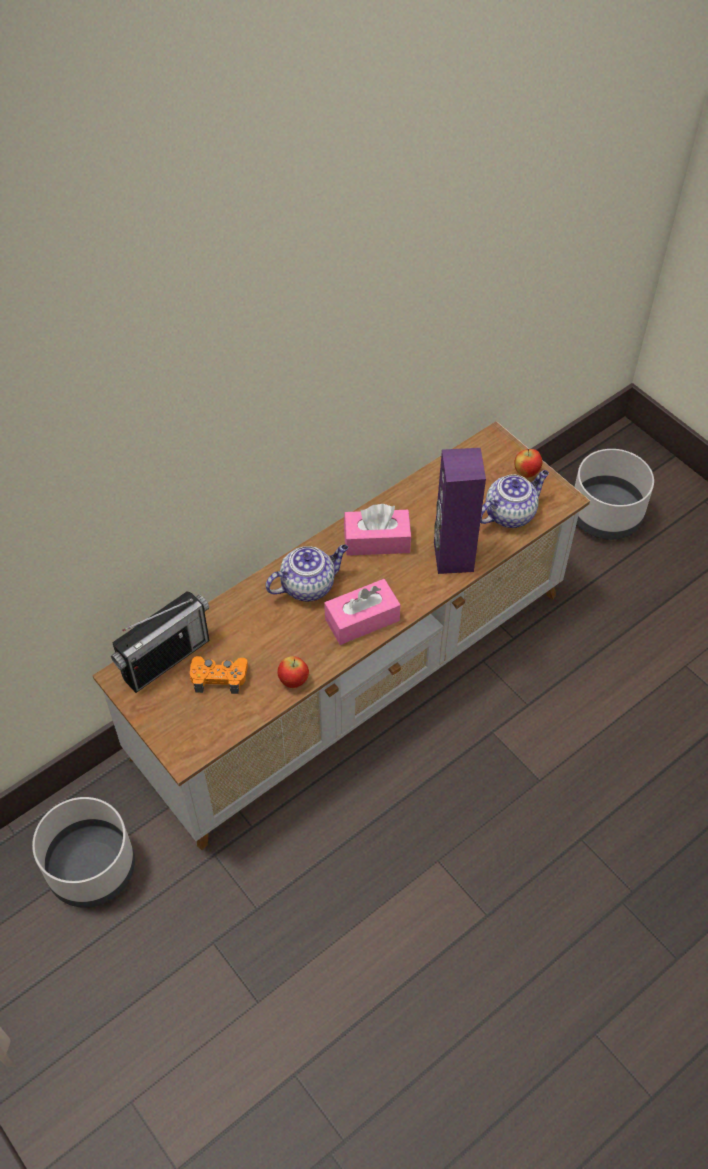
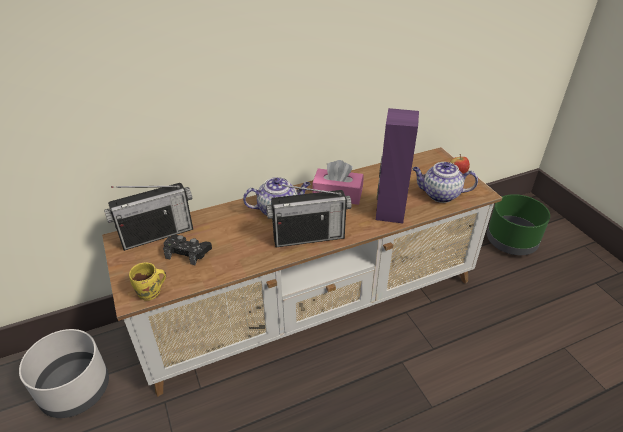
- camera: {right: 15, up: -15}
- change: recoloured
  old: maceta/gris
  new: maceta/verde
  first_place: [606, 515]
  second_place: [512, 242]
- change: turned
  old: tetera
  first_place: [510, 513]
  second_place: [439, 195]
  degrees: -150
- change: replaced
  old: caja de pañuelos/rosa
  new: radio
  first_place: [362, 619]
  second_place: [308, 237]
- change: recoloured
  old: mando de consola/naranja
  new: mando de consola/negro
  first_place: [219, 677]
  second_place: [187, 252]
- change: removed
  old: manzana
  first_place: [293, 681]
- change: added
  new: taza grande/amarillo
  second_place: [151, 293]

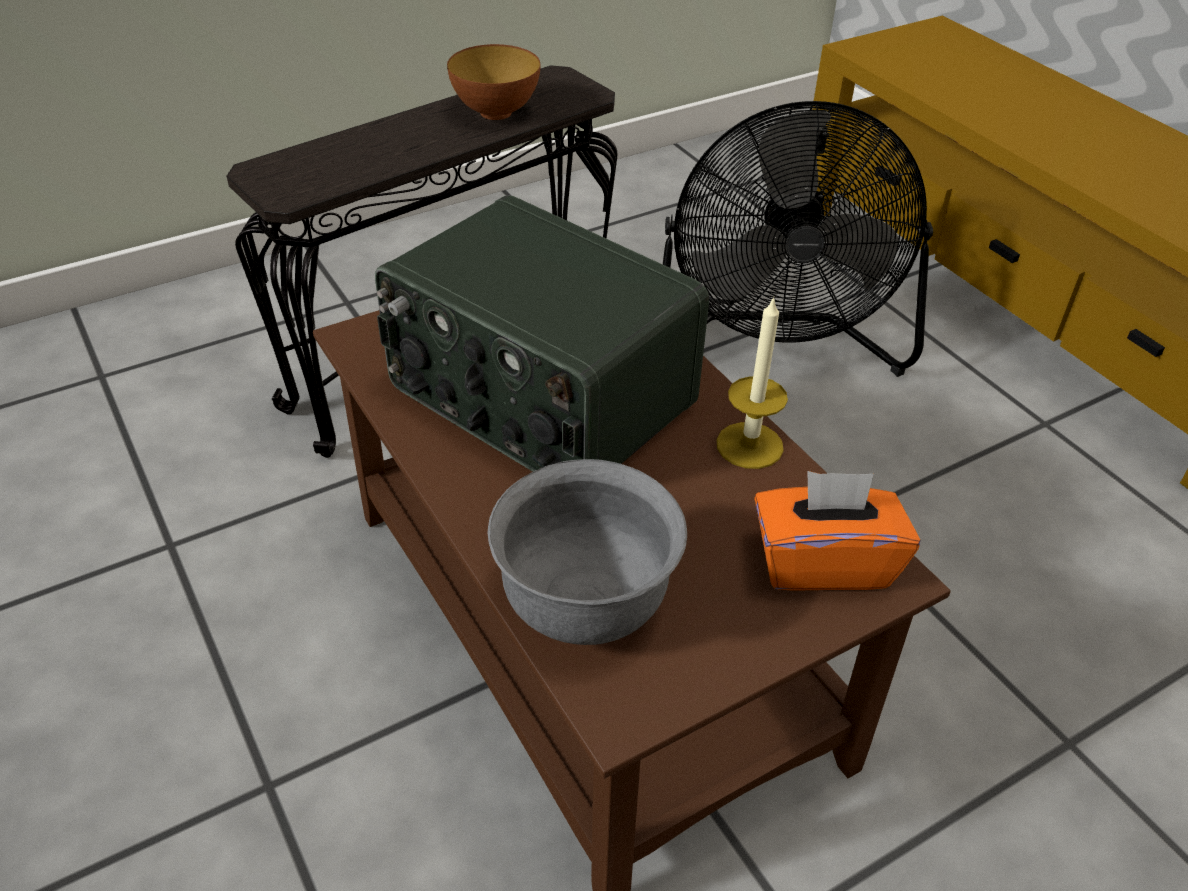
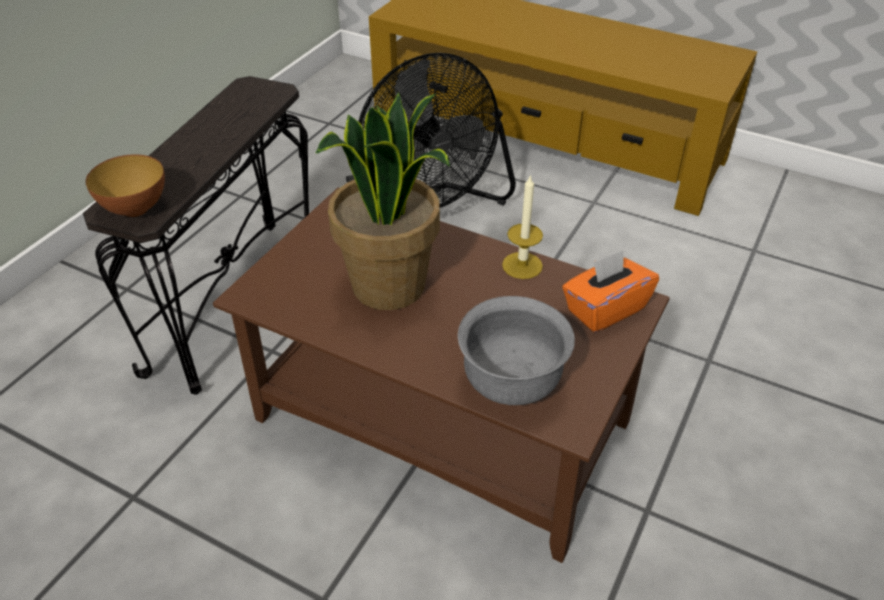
- camera: {right: -30, up: 0}
- change: moved
  old: cuenco
  first_place: [496, 112]
  second_place: [135, 209]
- change: replaced
  old: radio
  new: planta en maceta
  first_place: [538, 399]
  second_place: [390, 287]

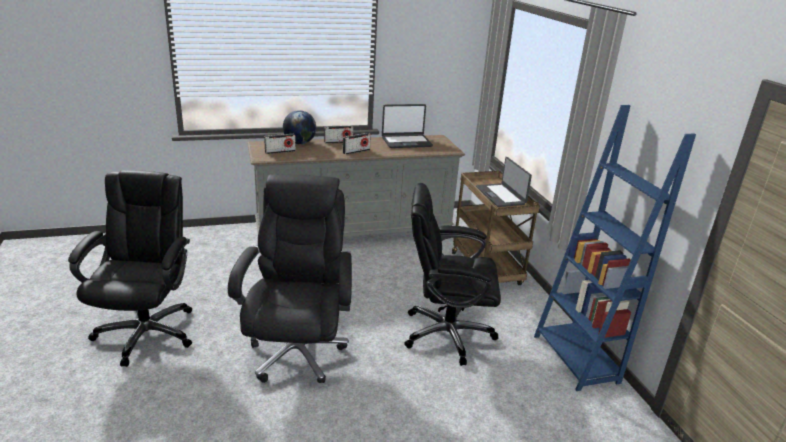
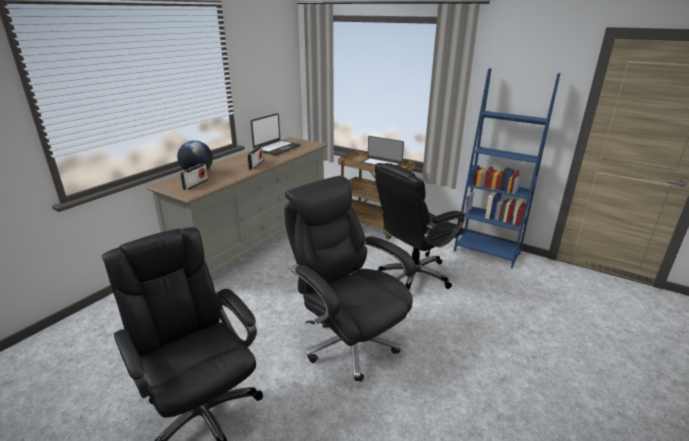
- camera: {right: -40, up: 0}
- change: removed
  old: radio
  first_place: [338, 142]

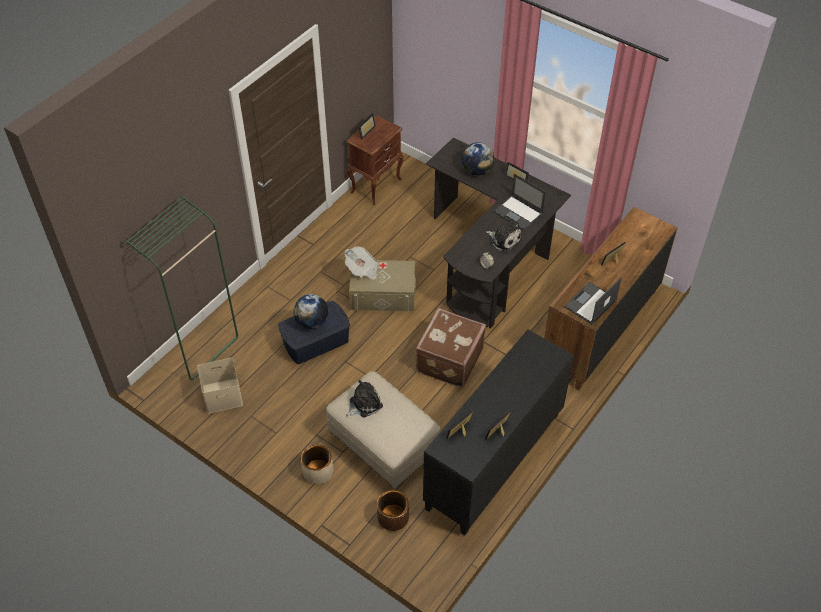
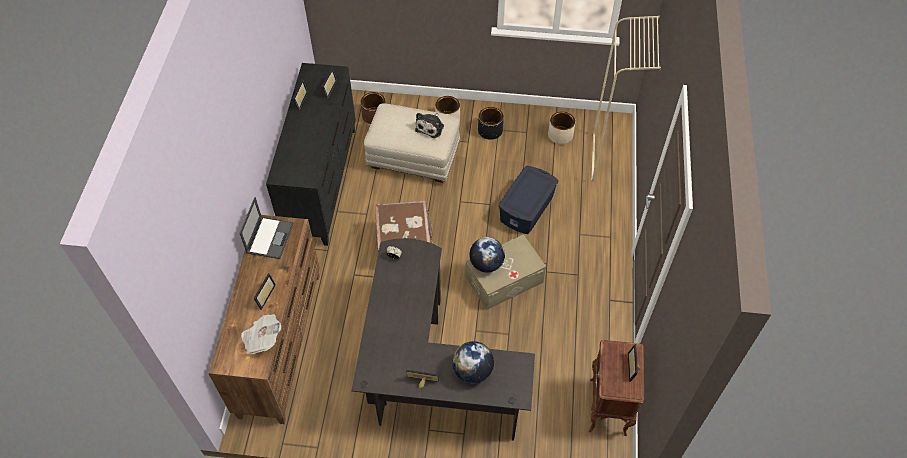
- camera: {right: 150, up: 5}
- change: removed
  old: portátil
  first_place: [518, 213]
- change: recoloured
  old: perchero/verde
  new: perchero/beis
  first_place: [201, 349]
  second_place: [609, 160]
- change: removed
  old: peluche
  first_place: [504, 240]
- change: moved
  old: periódico
  first_place: [362, 270]
  second_place: [262, 339]
- change: moved
  old: globo terráqueo
  first_place: [312, 322]
  second_place: [486, 264]
- change: replaced
  old: caja de almacenaje/beis
  new: maceta/beis
  first_place: [222, 396]
  second_place: [560, 135]
- change: added
  new: maceta/negro
  second_place: [490, 131]

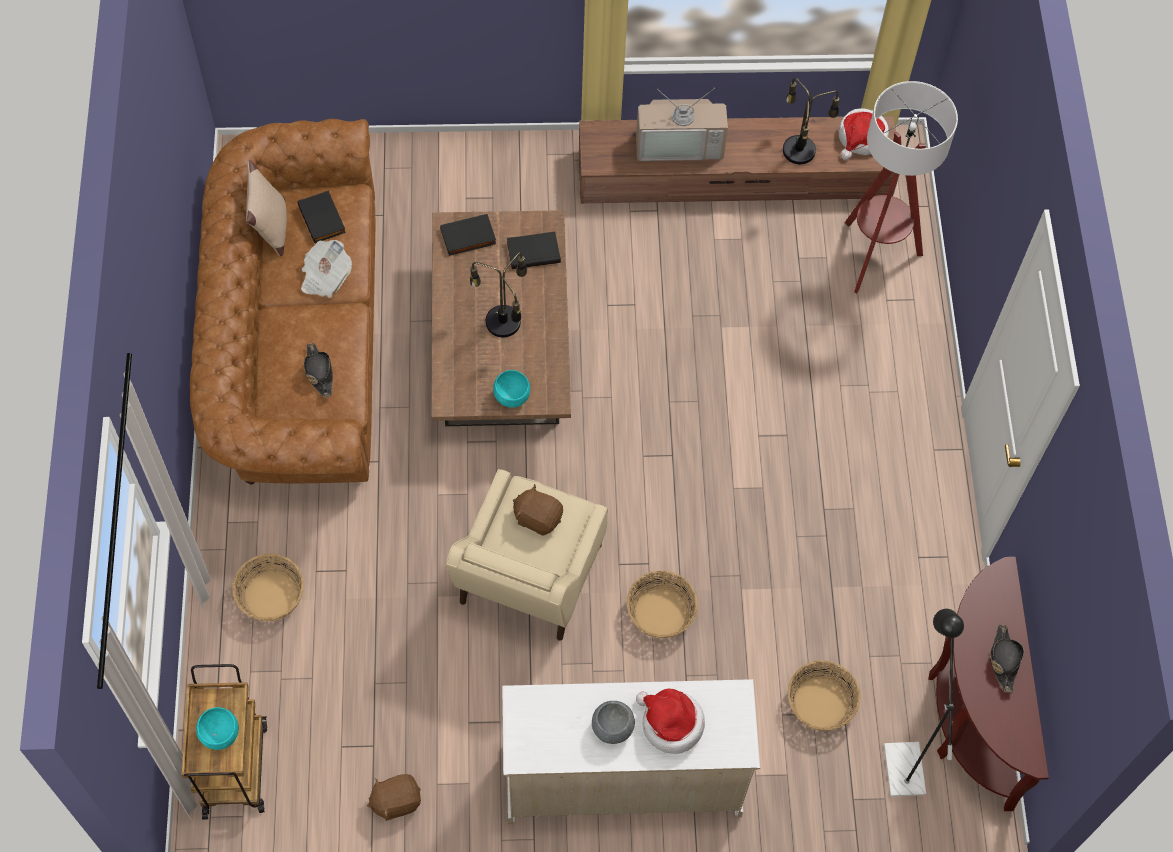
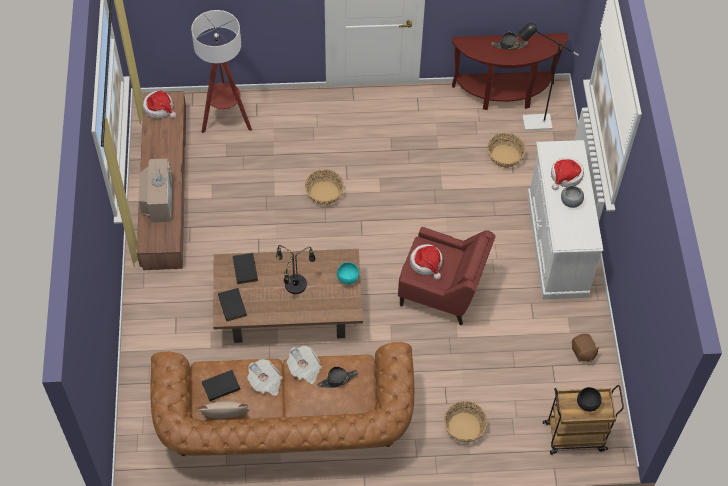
- camera: {right: -90, up: -5}
- change: removed
  old: lámpara de mesa
  first_place: [799, 151]
- change: recoloured
  old: sillón/beis
  new: sillón/rojo
  first_place: [529, 577]
  second_place: [442, 291]
- change: replaced
  old: peluche/marrón
  new: sombrero
  first_place: [538, 517]
  second_place: [426, 263]
- change: moved
  old: cesta
  first_place: [660, 613]
  second_place: [325, 193]
- change: recoloured
  old: cuenco/turquesa
  new: cuenco/negro
  first_place: [219, 734]
  second_place: [587, 404]
- change: added
  new: periódico
  second_place: [304, 369]

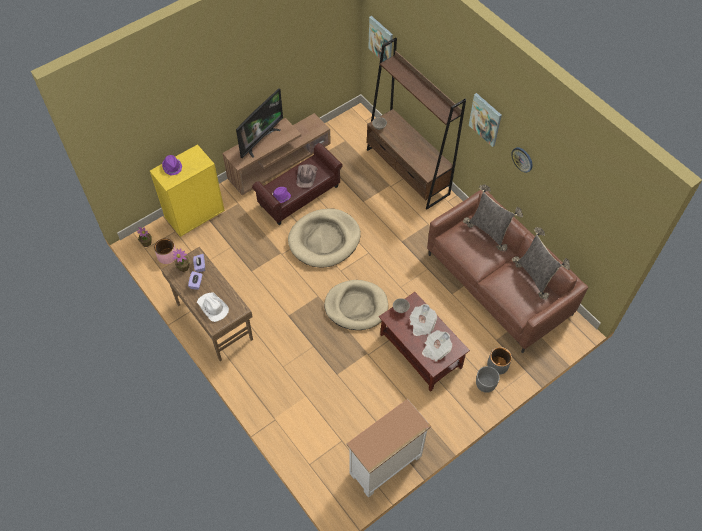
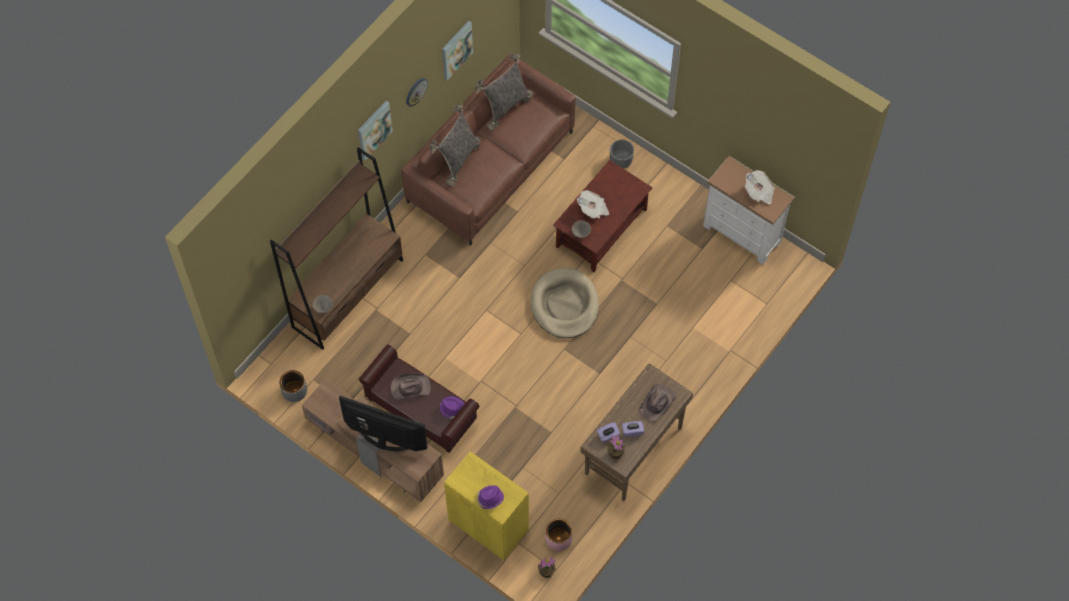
- camera: {right: -105, up: 5}
- change: moved
  old: cuadro
  first_place: [381, 40]
  second_place: [456, 49]
- change: removed
  old: cama para perro/beis
  first_place: [324, 240]
- change: recoloured
  old: sombrero/blanco
  new: sombrero/marrón
  first_place: [213, 307]
  second_place: [658, 403]
- change: moved
  old: periódico
  first_place: [435, 349]
  second_place: [759, 192]
- change: moved
  old: maceta/gris
  first_place: [498, 365]
  second_place: [294, 391]

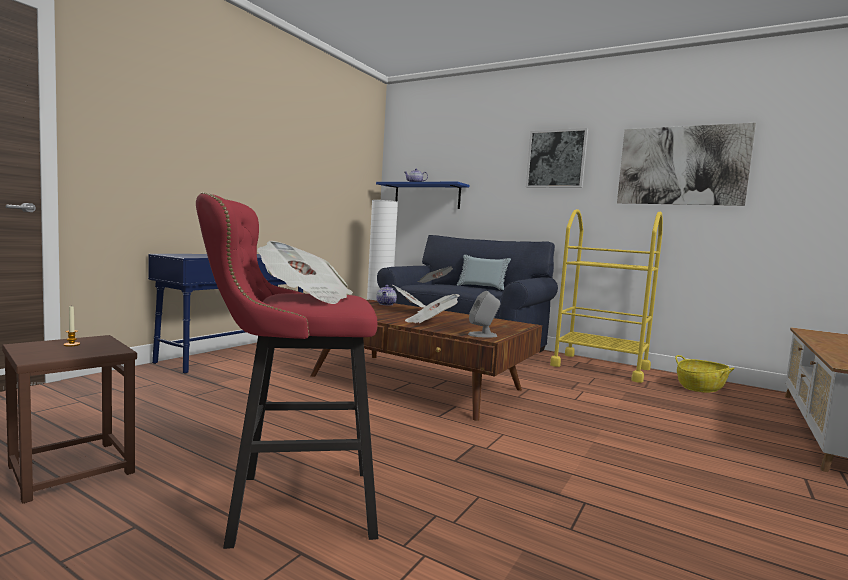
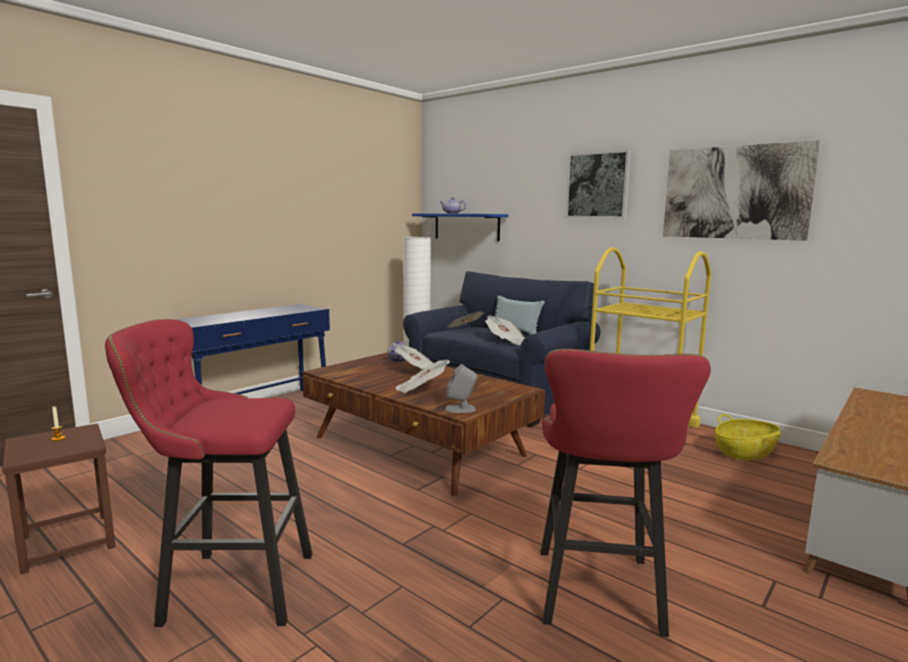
- camera: {right: 10, up: 5}
- change: moved
  old: periódico
  first_place: [305, 297]
  second_place: [505, 341]
- change: added
  new: taburete/rojo
  second_place: [599, 601]

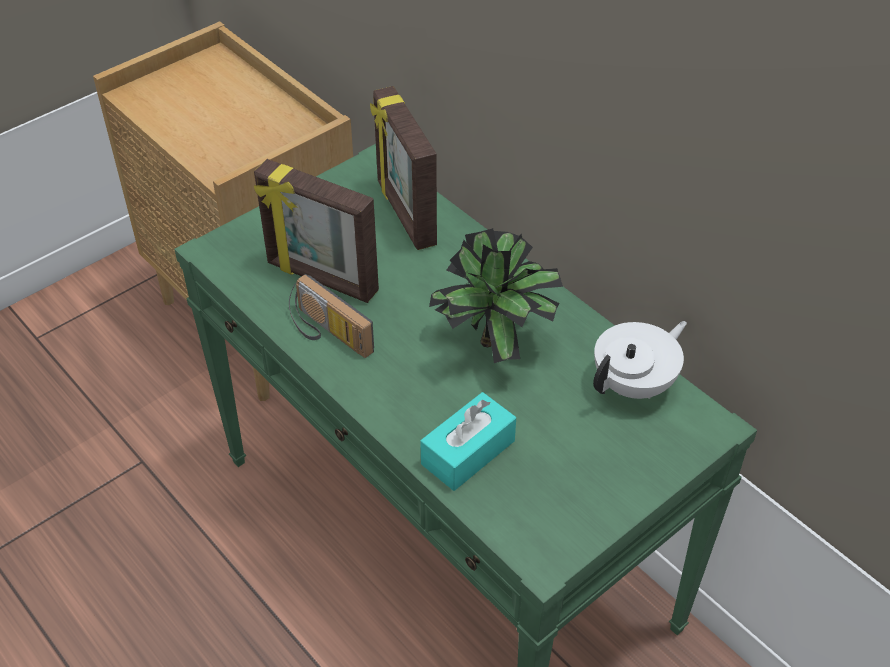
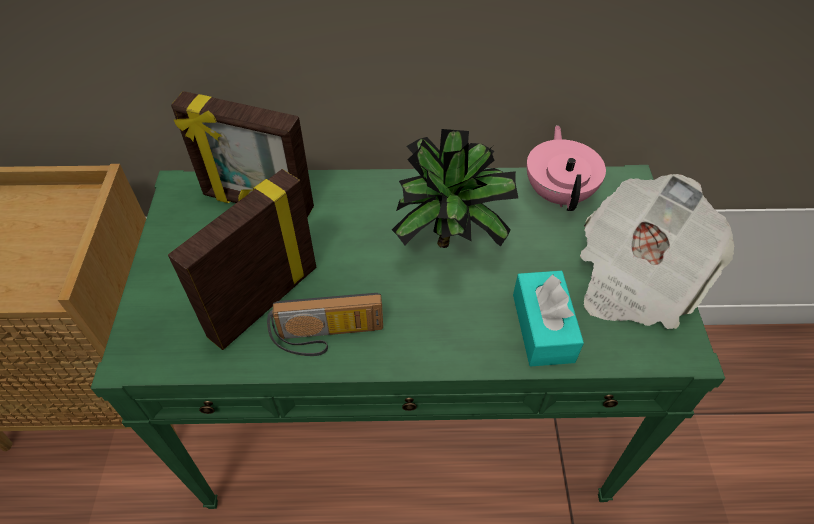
- camera: {right: -50, up: 5}
- change: turned
  old: portarretratos
  first_place: [321, 279]
  second_place: [262, 301]
  degrees: 150
- change: recoloured
  old: tetera/blanco
  new: tetera/rosa
  first_place: [635, 384]
  second_place: [559, 193]
- change: added
  new: periódico
  second_place: [636, 276]

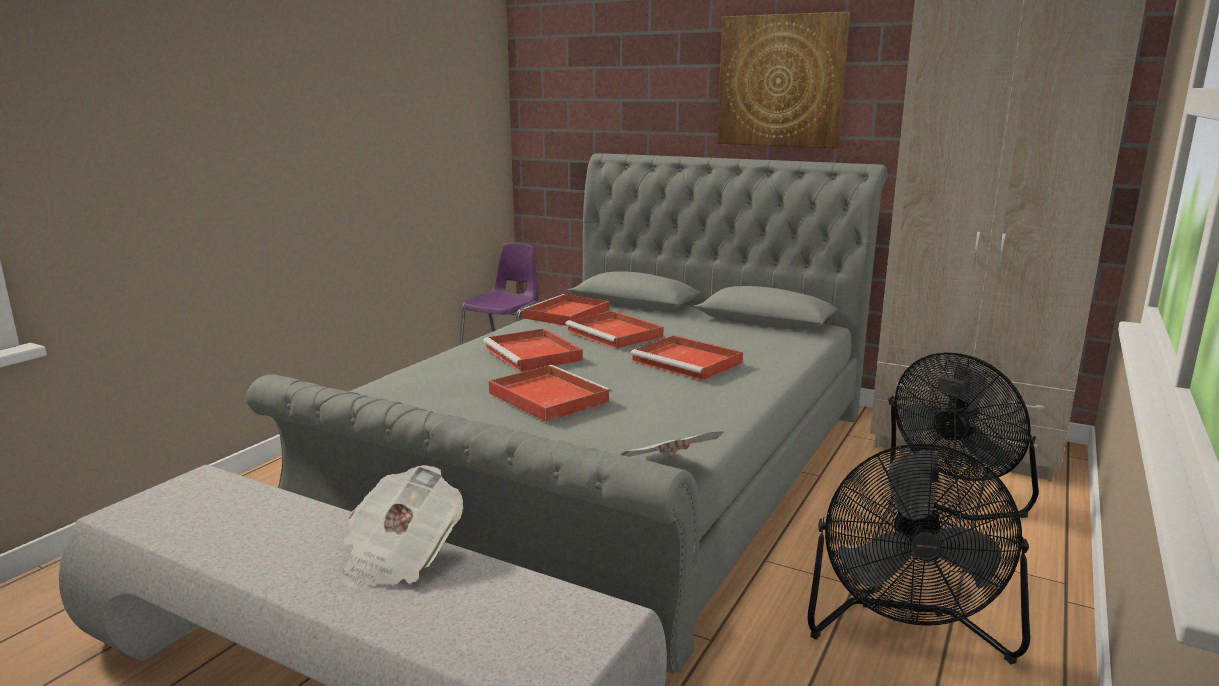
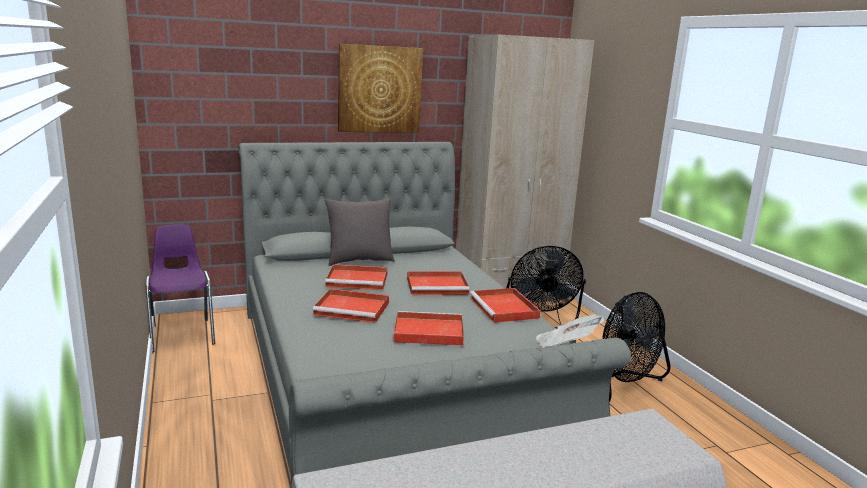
- camera: {right: -50, up: 0}
- change: moved
  old: bandeja/rojo
  first_place: [566, 314]
  second_place: [505, 308]
- change: removed
  old: periódico
  first_place: [399, 557]
- change: added
  new: cojín/gris
  second_place: [359, 261]

